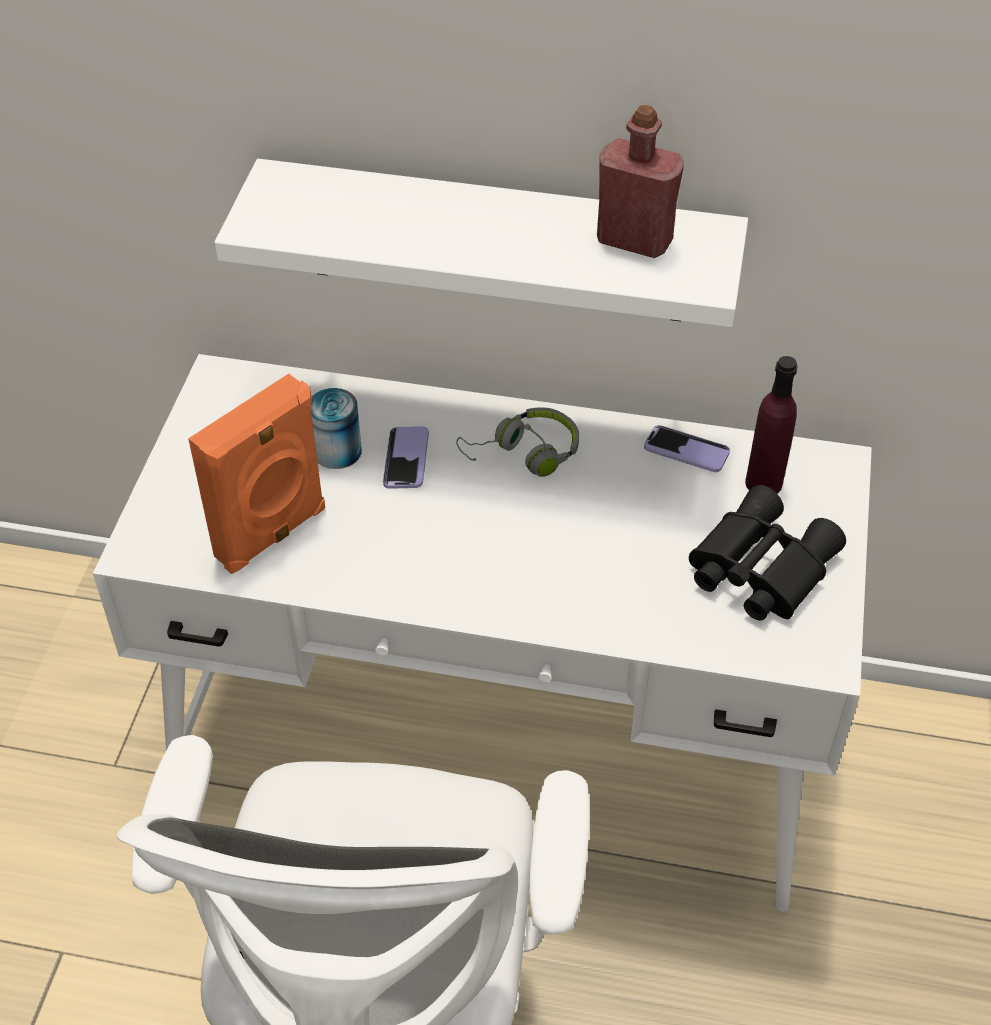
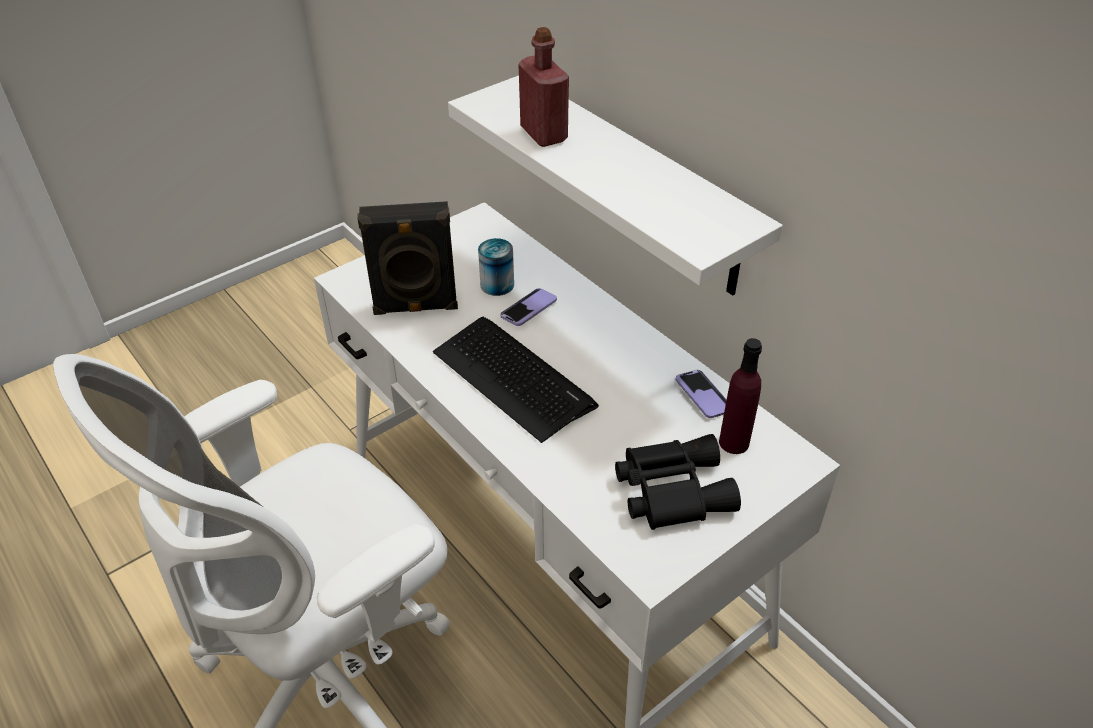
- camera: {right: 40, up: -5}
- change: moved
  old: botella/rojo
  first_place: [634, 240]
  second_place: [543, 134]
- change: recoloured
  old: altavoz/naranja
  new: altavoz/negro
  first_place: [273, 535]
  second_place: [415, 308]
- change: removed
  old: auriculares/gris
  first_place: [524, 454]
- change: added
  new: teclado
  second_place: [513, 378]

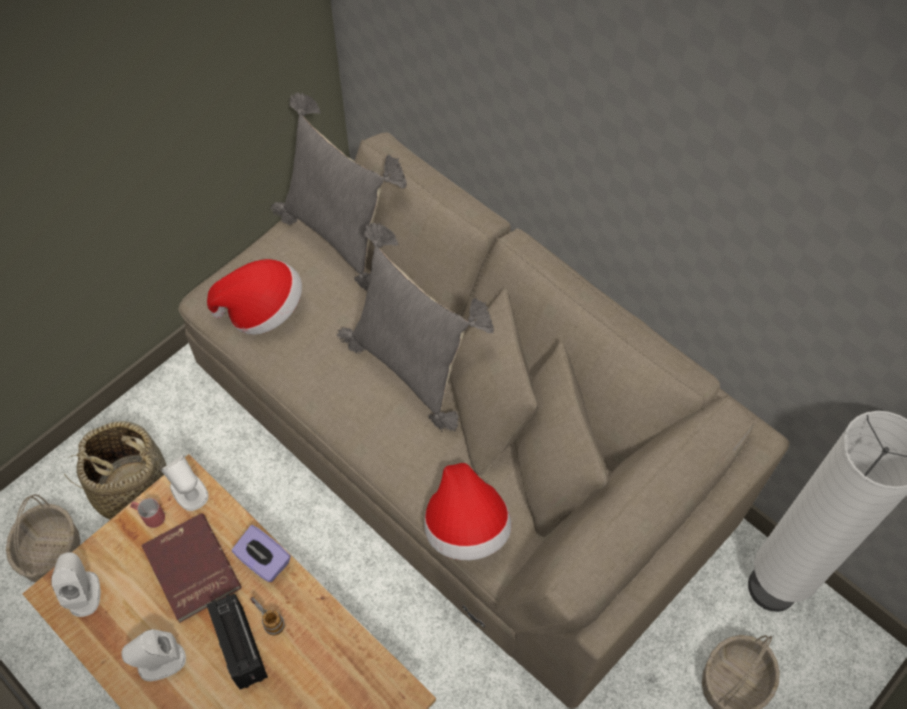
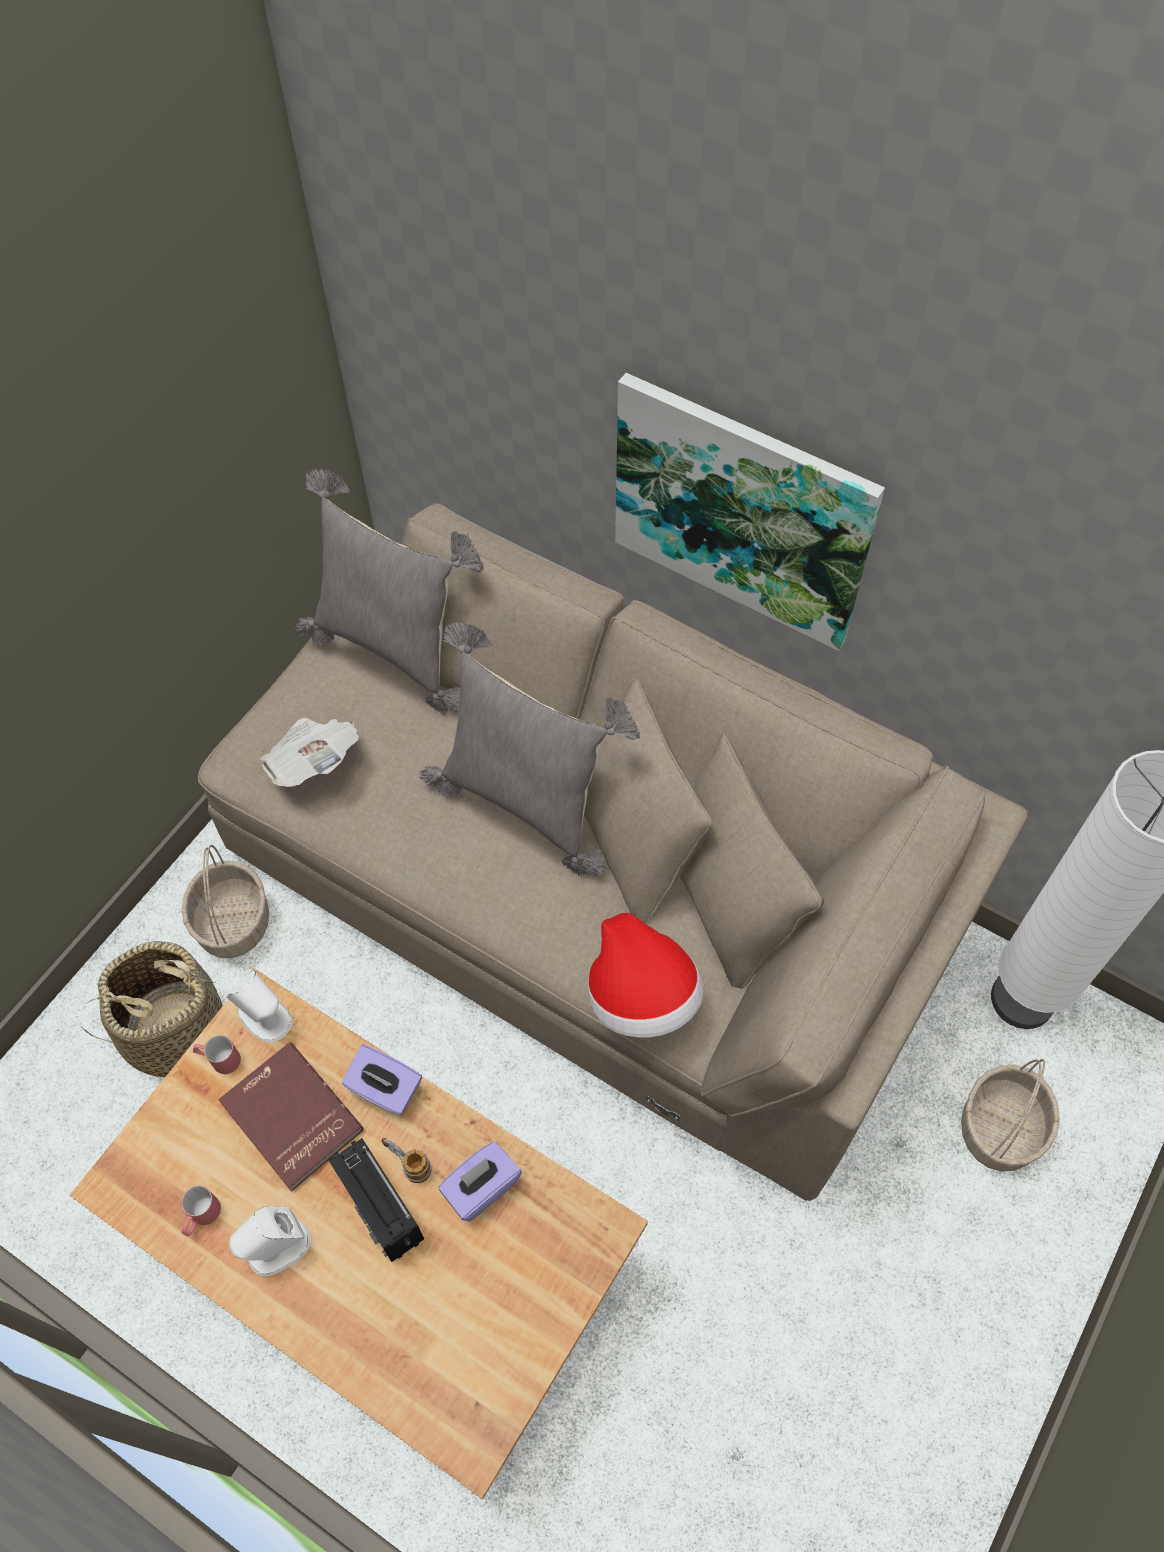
- camera: {right: -10, up: 0}
- change: replaced
  old: sombrero
  new: periódico
  first_place: [263, 310]
  second_place: [313, 762]
- change: moved
  old: cesta
  first_place: [51, 551]
  second_place: [233, 922]
- change: removed
  old: altavoz/blanco
  first_place: [83, 593]
- change: added
  new: cuadro
  second_place: [741, 511]
- change: added
  new: caja de pañuelos/morado
  second_place: [481, 1187]
- change: added
  new: taza grande/rojo
  second_place: [202, 1217]

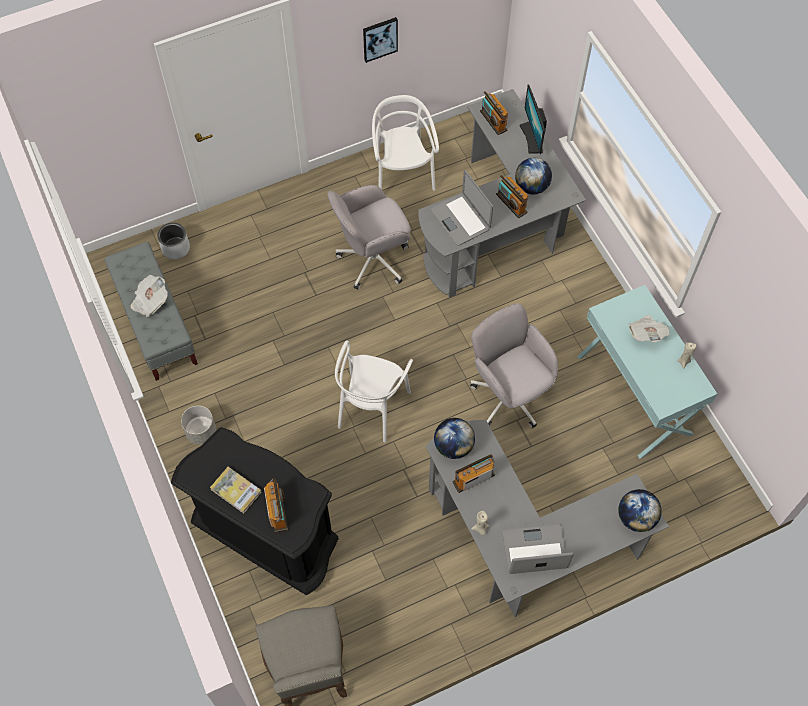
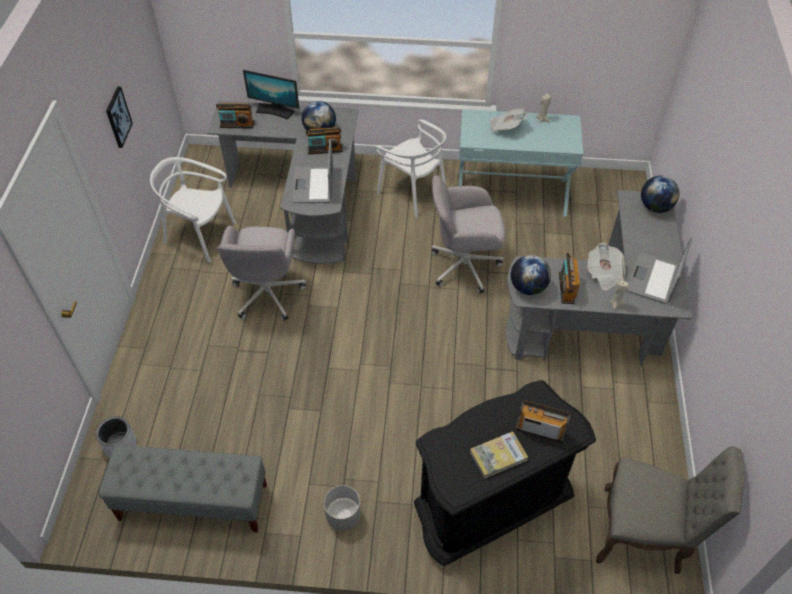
- camera: {right: -60, up: -10}
- change: turned
  old: portátil
  first_place: [461, 219]
  second_place: [314, 185]
  degrees: 90
- change: moved
  old: periódico
  first_place: [150, 301]
  second_place: [604, 274]
- change: moved
  old: silla/blanco
  first_place: [371, 407]
  second_place: [413, 193]

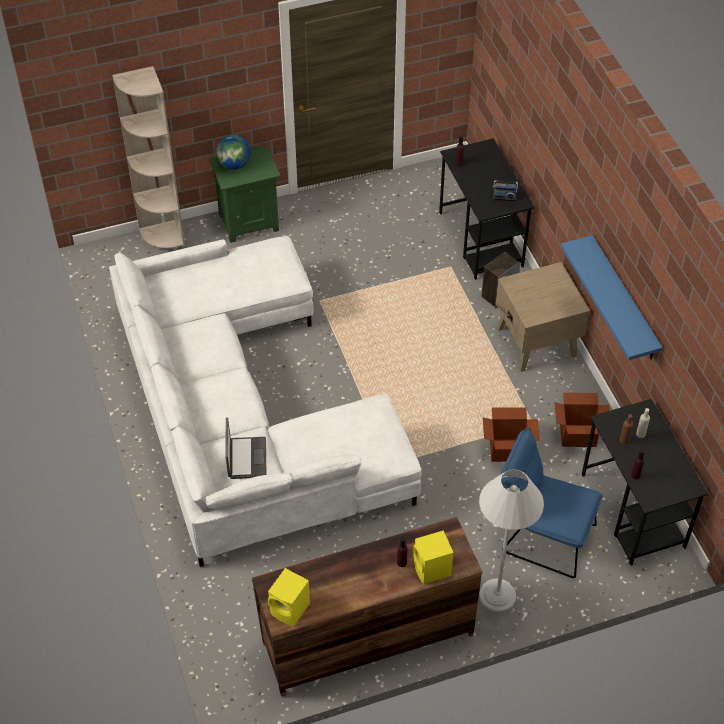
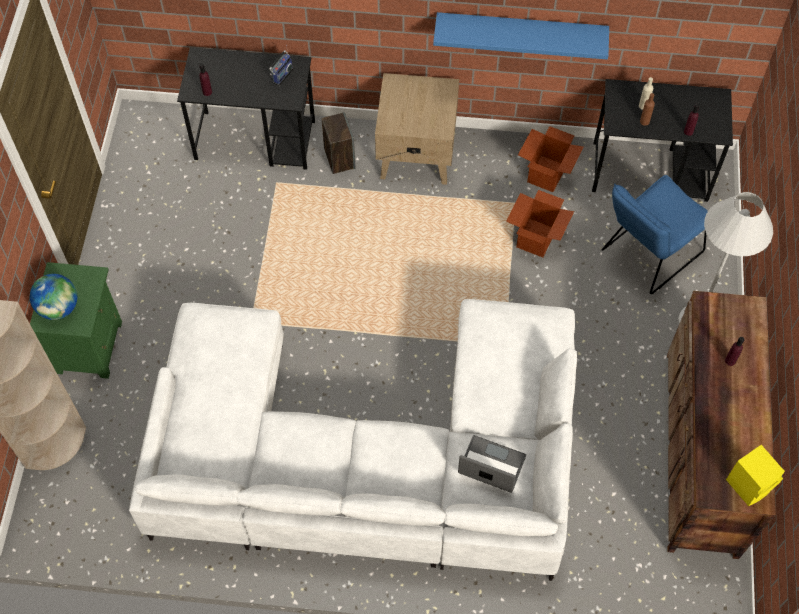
- camera: {right: -65, up: 10}
- change: removed
  old: altavoz/amarillo
  first_place: [432, 570]

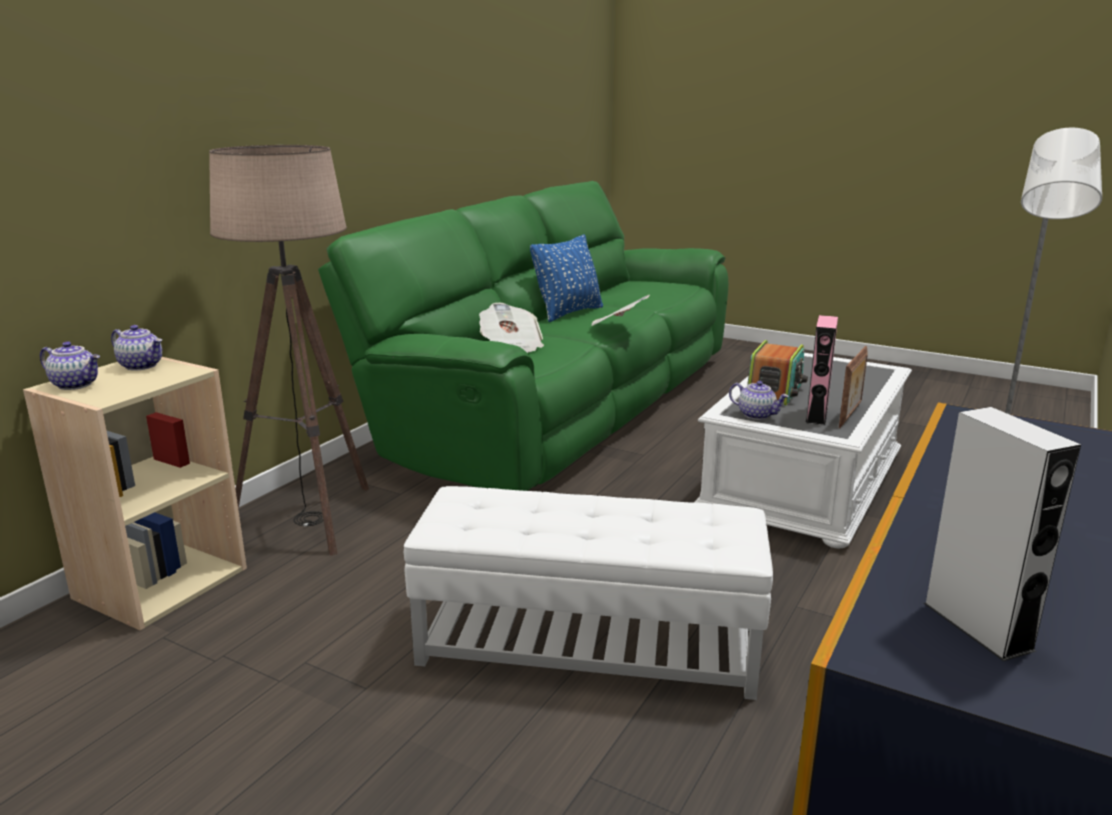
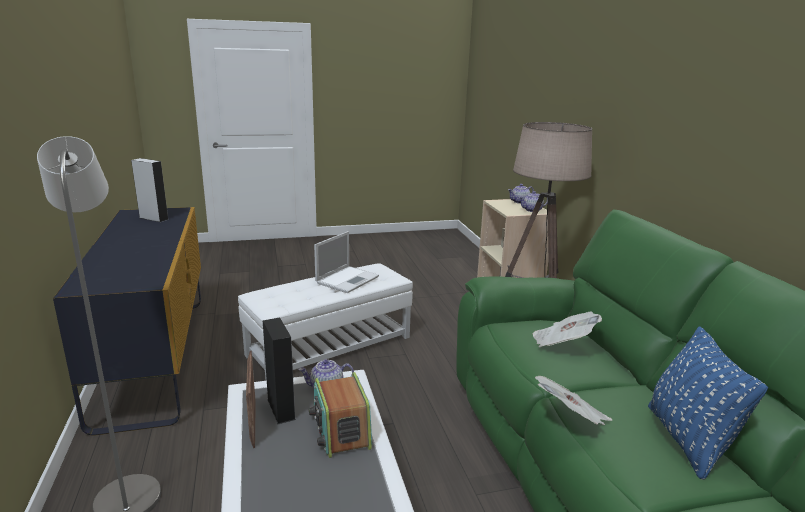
- camera: {right: 135, up: 0}
- change: recoloured
  old: altavoz/rosa
  new: altavoz/negro
  first_place: [816, 416]
  second_place: [281, 409]
- change: added
  new: portátil
  second_place: [348, 279]

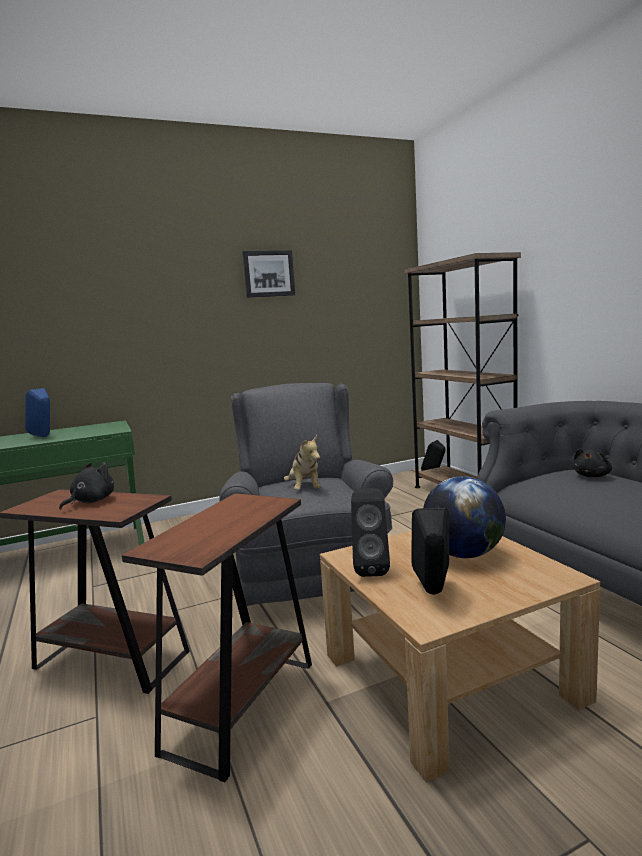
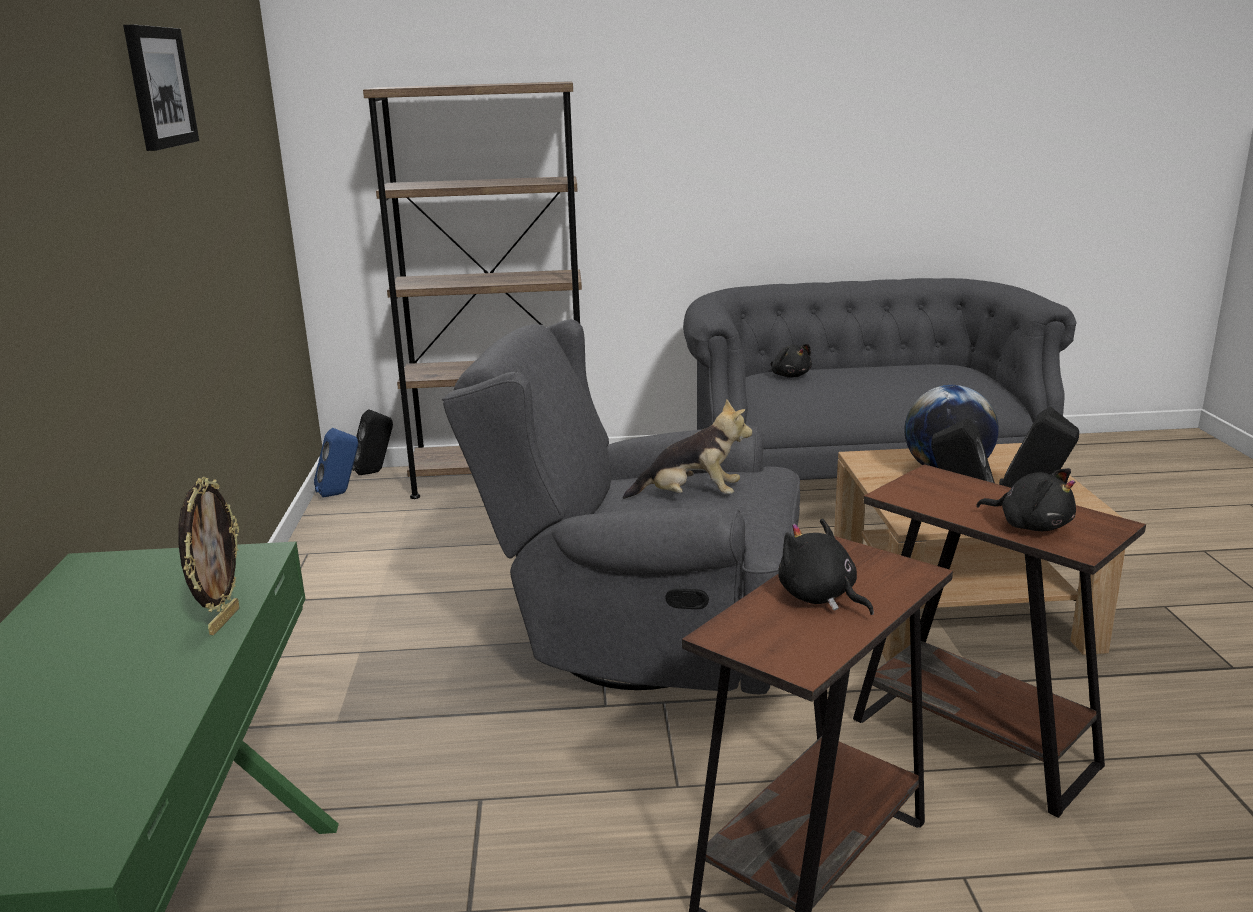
- camera: {right: -70, up: 10}
- change: moved
  old: altavoz/azul
  first_place: [44, 437]
  second_place: [340, 493]
- change: added
  new: peluche/negro
  second_place: [1031, 525]
- change: added
  new: portarretratos
  second_place: [223, 621]

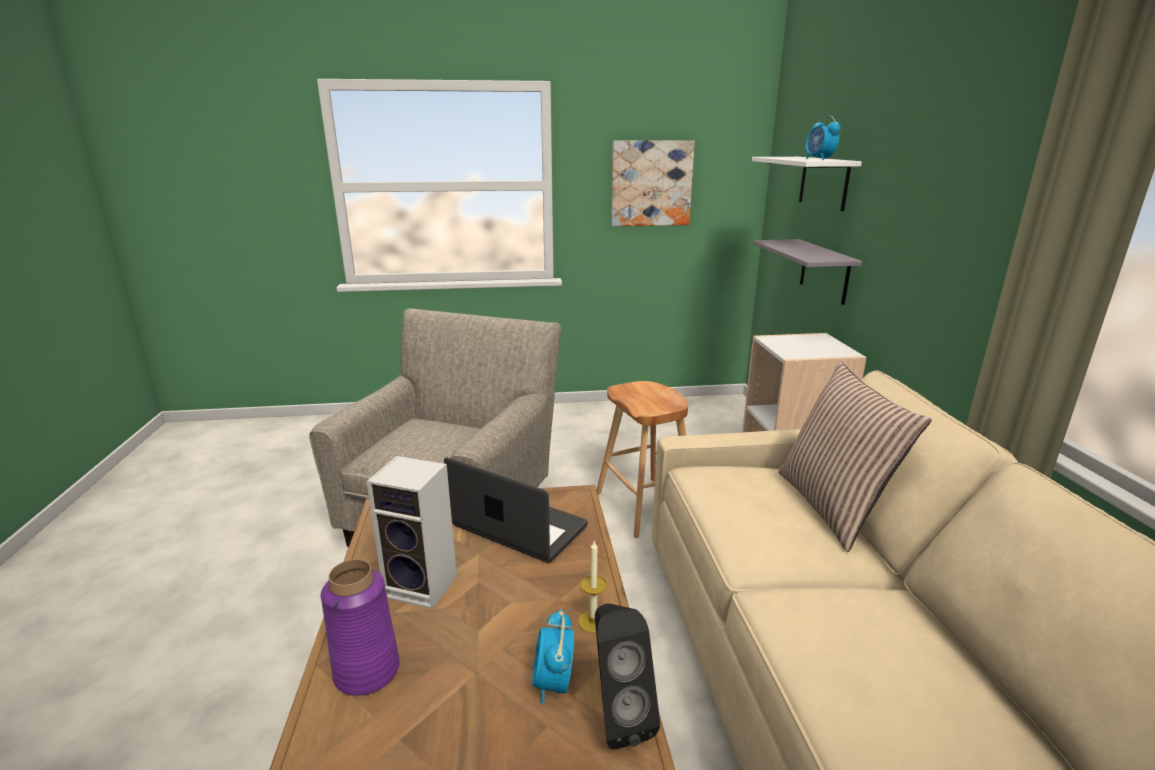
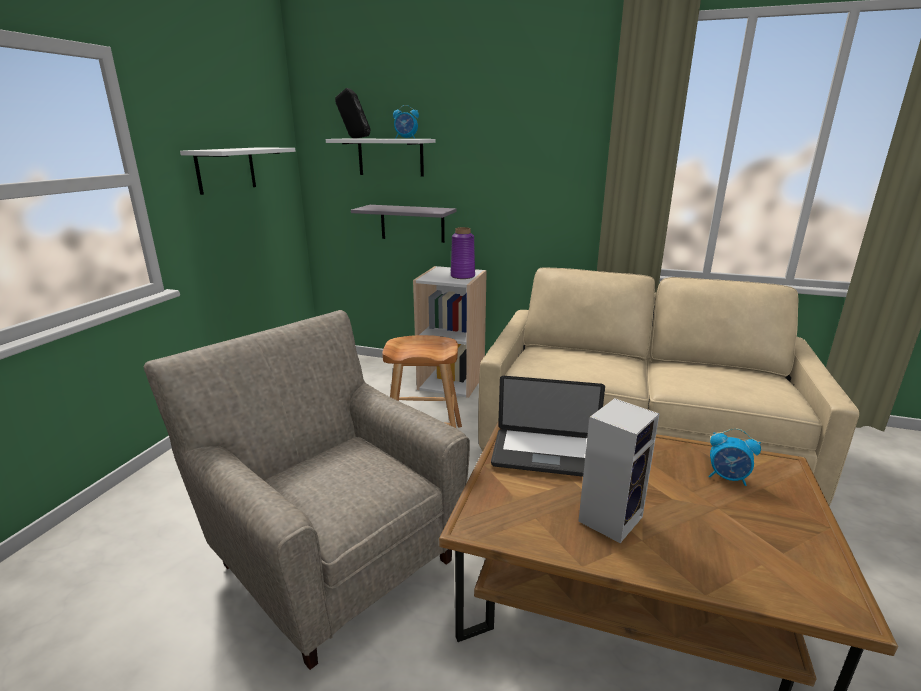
- camera: {right: -65, up: 0}
- change: replaced
  old: cuadro
  new: estante/blanco
  first_place: [651, 183]
  second_place: [226, 170]
- change: removed
  old: cojín
  first_place: [832, 507]
- change: turned
  old: portátil
  first_place: [519, 526]
  second_place: [546, 454]
  degrees: -135
- change: removed
  old: vela
  first_place: [593, 621]
- change: moved
  old: florero/morado
  first_place: [367, 671]
  second_place: [462, 276]
- change: moved
  old: altavoz/negro
  first_place: [617, 716]
  second_place: [354, 138]

